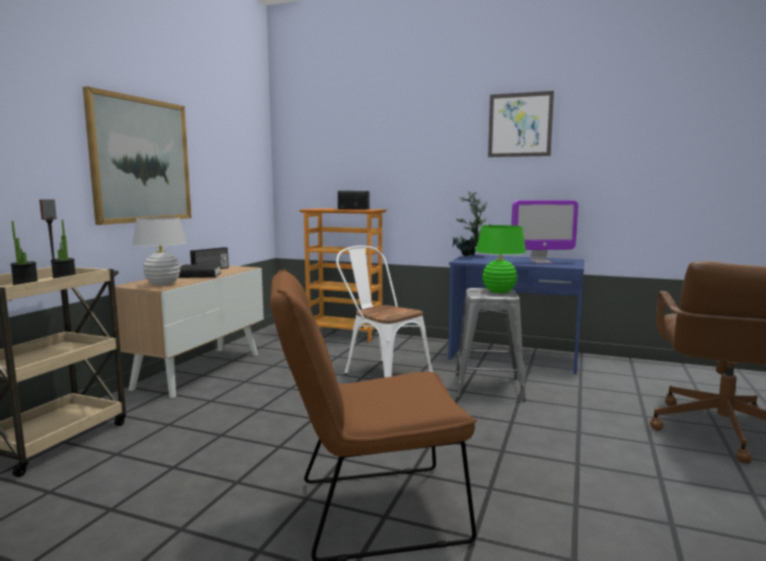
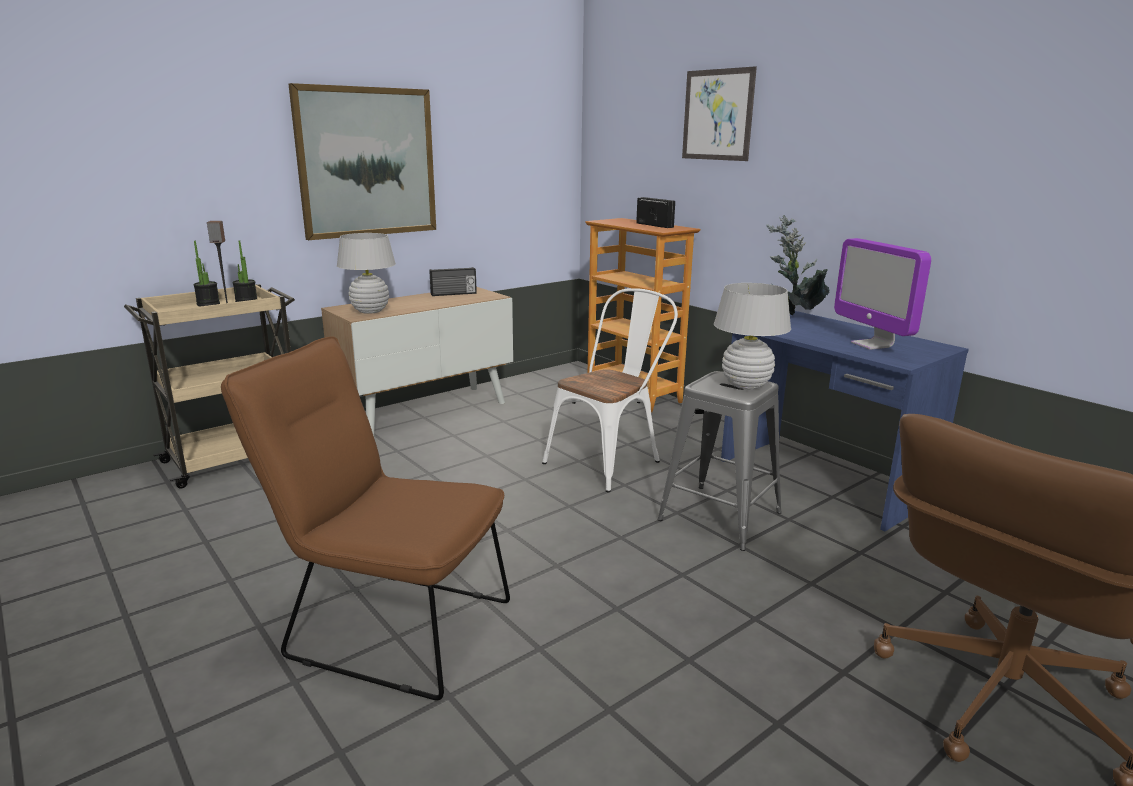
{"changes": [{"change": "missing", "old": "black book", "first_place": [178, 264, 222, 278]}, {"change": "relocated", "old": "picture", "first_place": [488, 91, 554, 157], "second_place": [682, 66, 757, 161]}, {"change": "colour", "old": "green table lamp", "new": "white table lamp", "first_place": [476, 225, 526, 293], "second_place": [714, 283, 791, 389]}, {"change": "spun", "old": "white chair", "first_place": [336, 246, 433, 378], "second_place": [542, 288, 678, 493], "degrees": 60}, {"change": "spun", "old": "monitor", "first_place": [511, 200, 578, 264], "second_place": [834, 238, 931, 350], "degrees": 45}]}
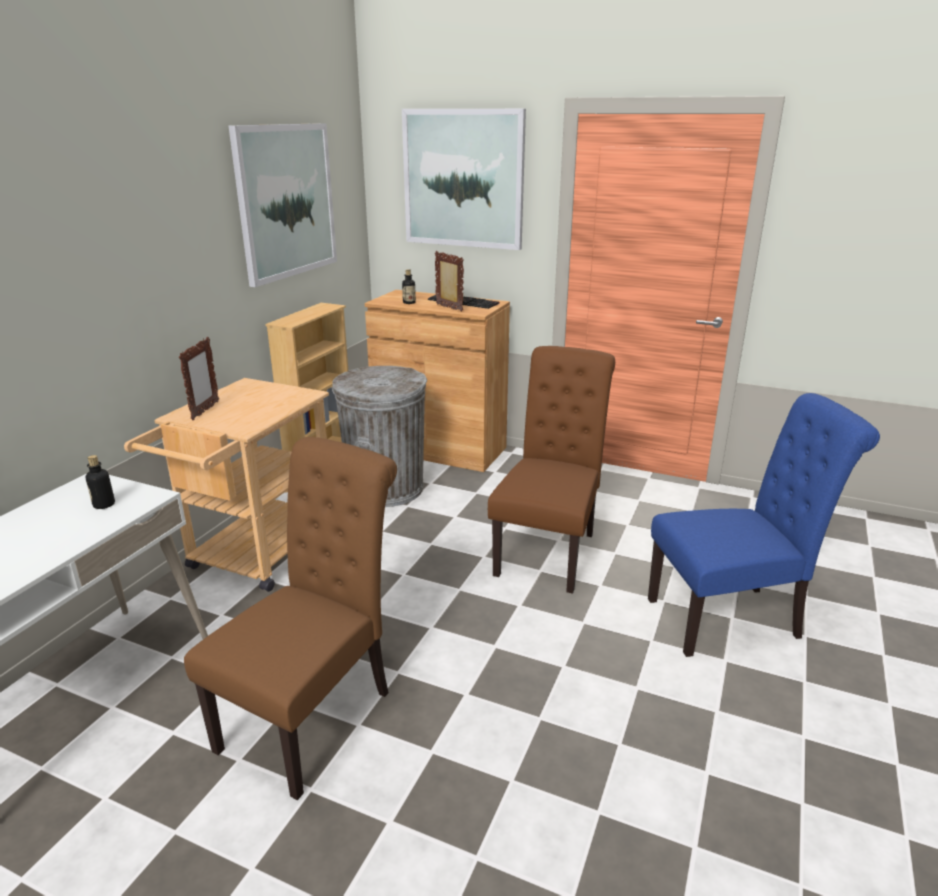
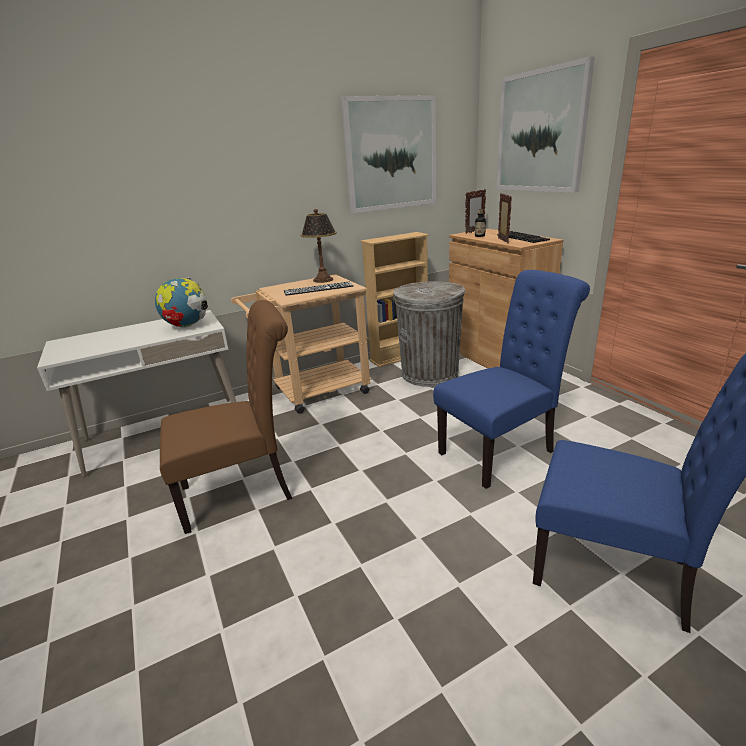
{"changes": [{"change": "appeared", "new": "keyboard", "second_place": [284, 282, 354, 296]}, {"change": "appeared", "new": "table lamp", "second_place": [301, 209, 336, 283]}, {"change": "relocated", "old": "picture frame", "first_place": [179, 337, 219, 420], "second_place": [465, 189, 486, 234]}, {"change": "exchanged", "old": "bottle", "new": "globe", "first_place": [85, 455, 115, 509], "second_place": [155, 277, 208, 328]}, {"change": "colour", "old": "brown chair", "new": "blue chair", "first_place": [488, 346, 615, 594], "second_place": [433, 270, 590, 489]}]}
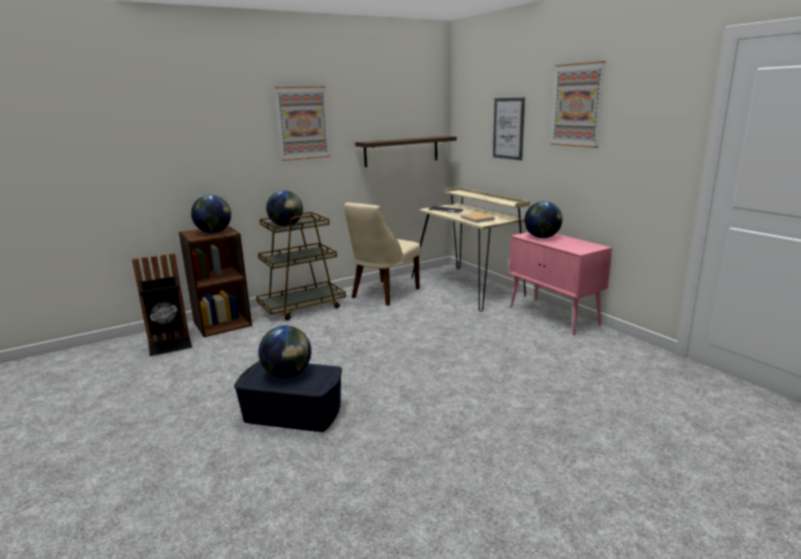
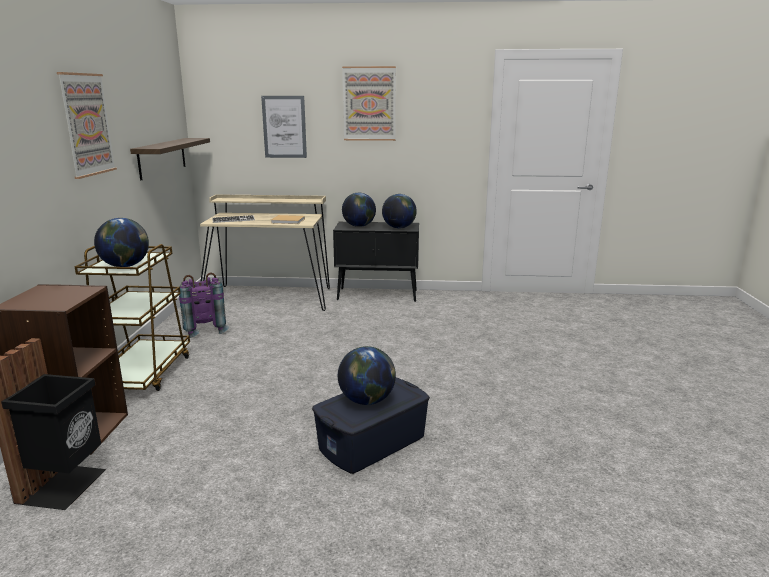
{"changes": [{"change": "relocated", "old": "globe", "first_place": [191, 195, 231, 233], "second_place": [382, 194, 417, 228]}, {"change": "exchanged", "old": "beige chair", "new": "purple backpack", "first_place": [344, 203, 420, 306], "second_place": [179, 273, 229, 338]}, {"change": "colour", "old": "pink cabinet", "new": "black cabinet", "first_place": [509, 232, 612, 335], "second_place": [333, 222, 419, 302]}]}
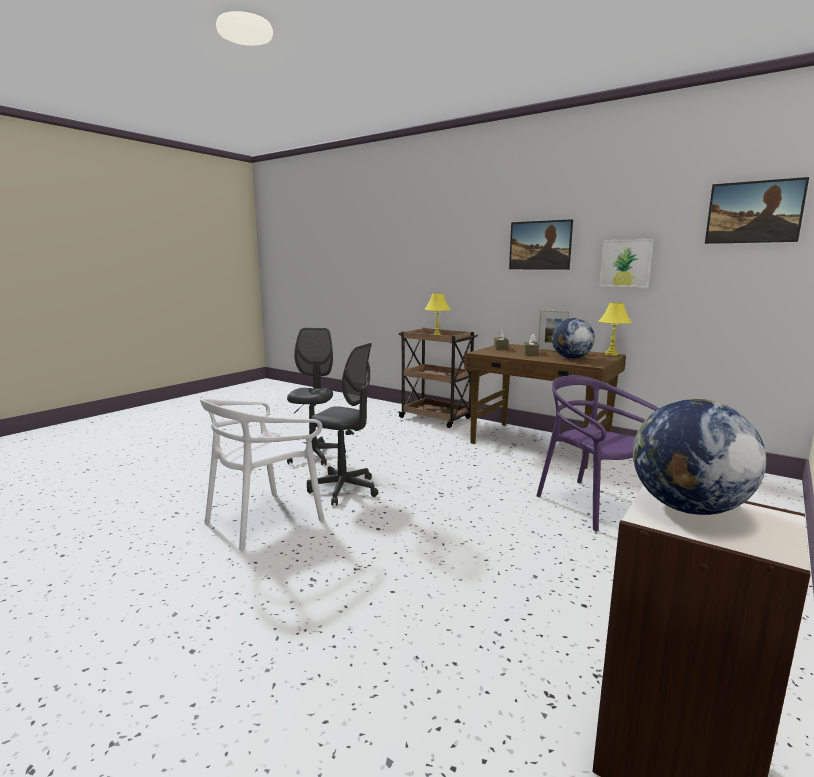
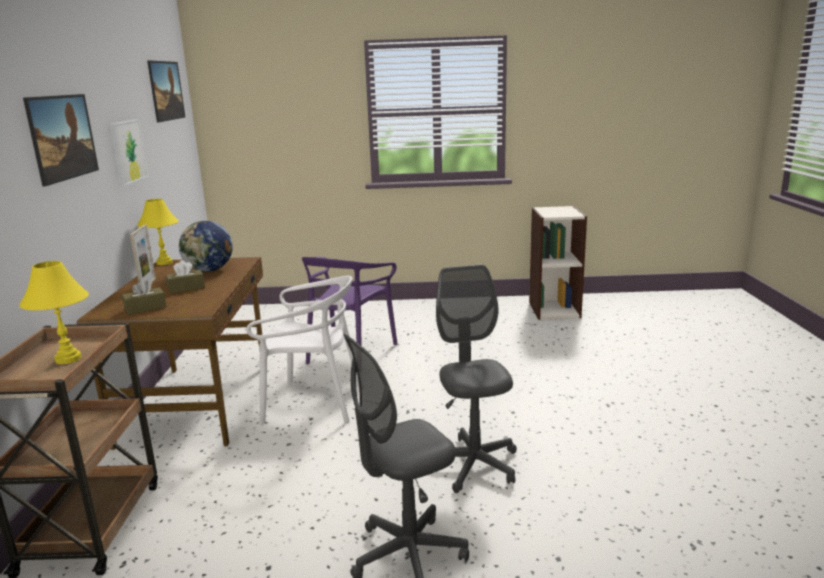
{"changes": [{"change": "missing", "old": "globe", "first_place": [633, 399, 766, 515]}, {"change": "relocated", "old": "white chair", "first_place": [200, 398, 324, 550], "second_place": [246, 276, 359, 424]}]}
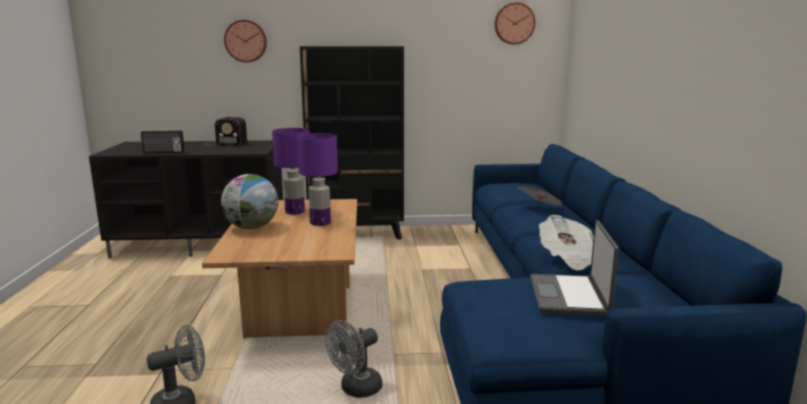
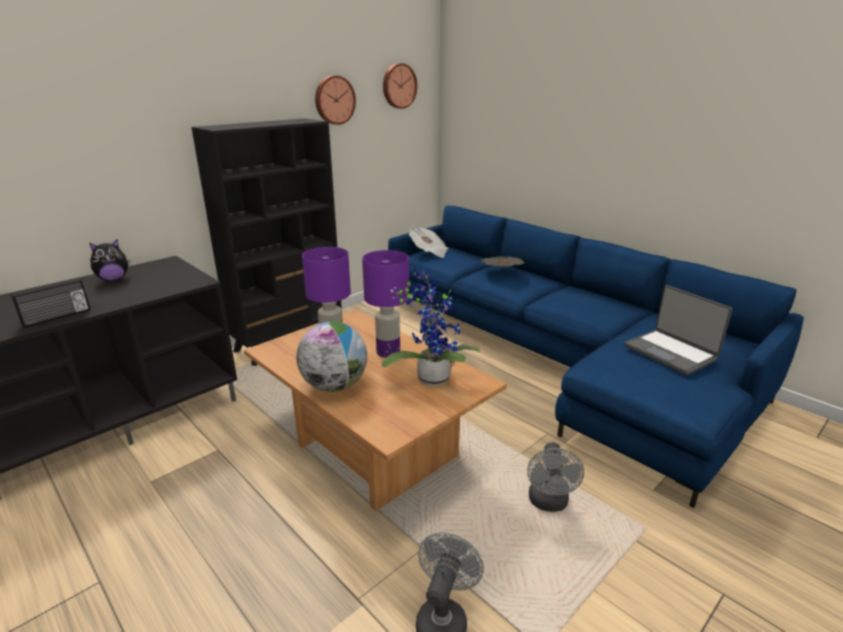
{"changes": [{"change": "appeared", "new": "potted plant", "second_place": [381, 267, 480, 386]}, {"change": "relocated", "old": "wall clock", "first_place": [224, 20, 267, 62], "second_place": [315, 75, 356, 125]}, {"change": "relocated", "old": "newspaper", "first_place": [539, 215, 594, 271], "second_place": [409, 226, 448, 258]}, {"change": "exchanged", "old": "radio", "new": "plush toy", "first_place": [204, 117, 247, 146], "second_place": [90, 239, 130, 281]}]}
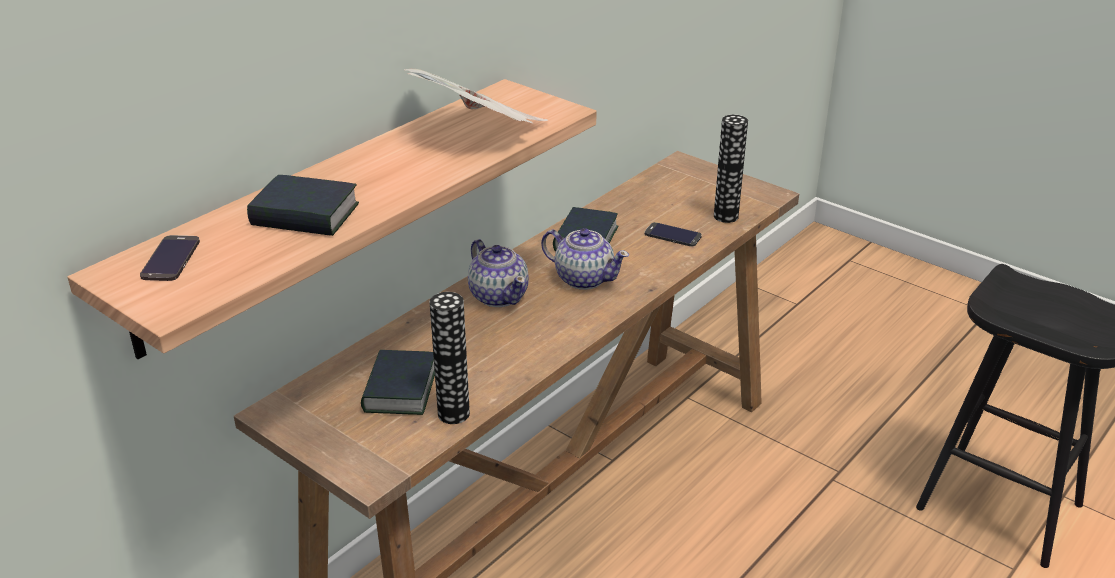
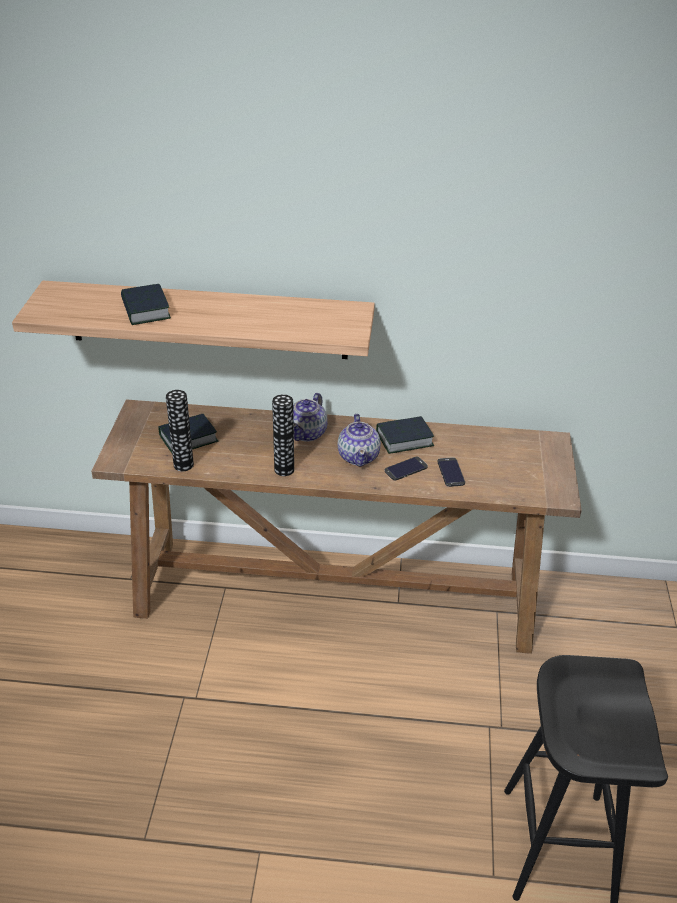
{"changes": [{"change": "missing", "old": "newspaper", "first_place": [404, 69, 548, 124]}, {"change": "relocated", "old": "phone", "first_place": [140, 235, 200, 281], "second_place": [384, 457, 428, 481]}, {"change": "relocated", "old": "vase", "first_place": [714, 115, 748, 223], "second_place": [272, 394, 294, 476]}]}
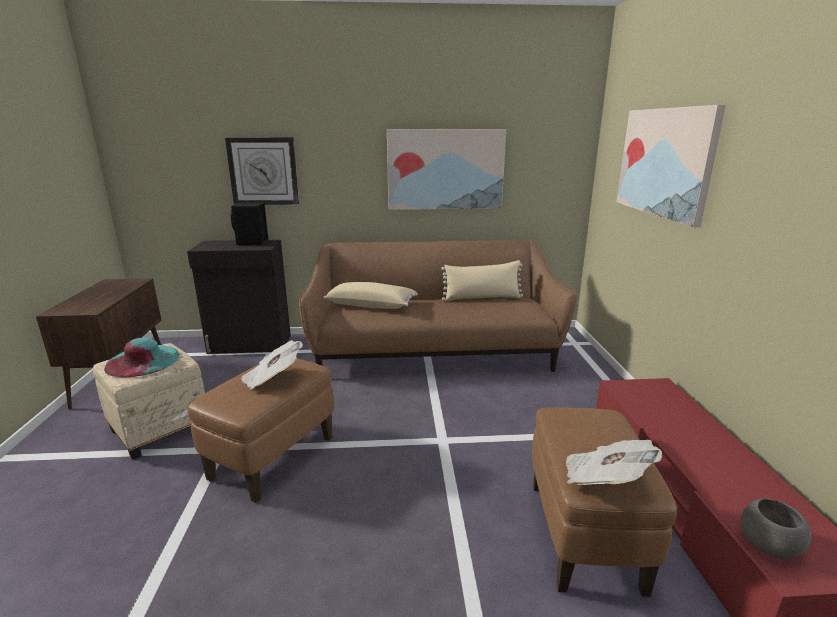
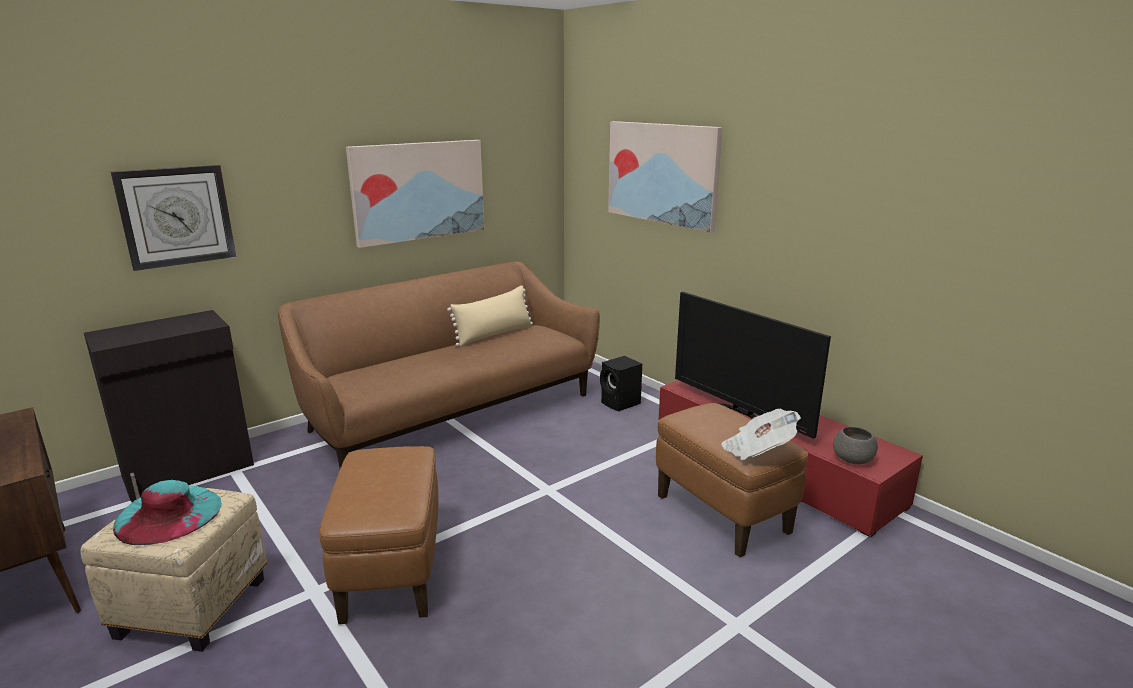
{"changes": [{"change": "missing", "old": "newspaper", "first_place": [241, 340, 303, 389]}, {"change": "missing", "old": "beige pillow", "first_place": [323, 282, 418, 309]}, {"change": "appeared", "new": "television", "second_place": [675, 292, 831, 439]}, {"change": "relocated", "old": "black speaker", "first_place": [231, 203, 269, 245], "second_place": [600, 356, 642, 412]}]}
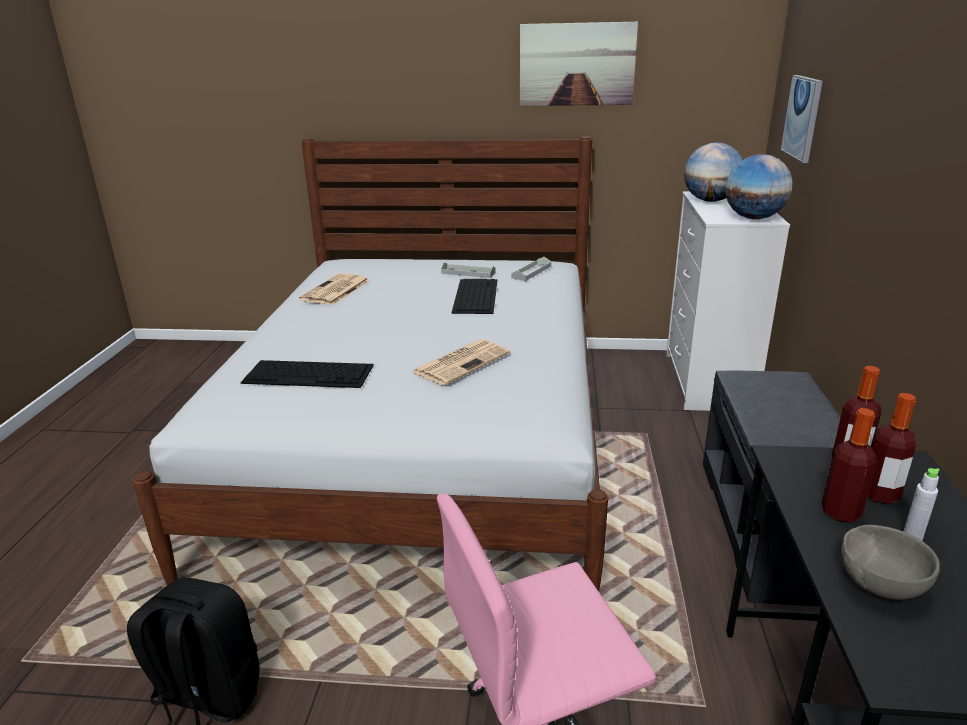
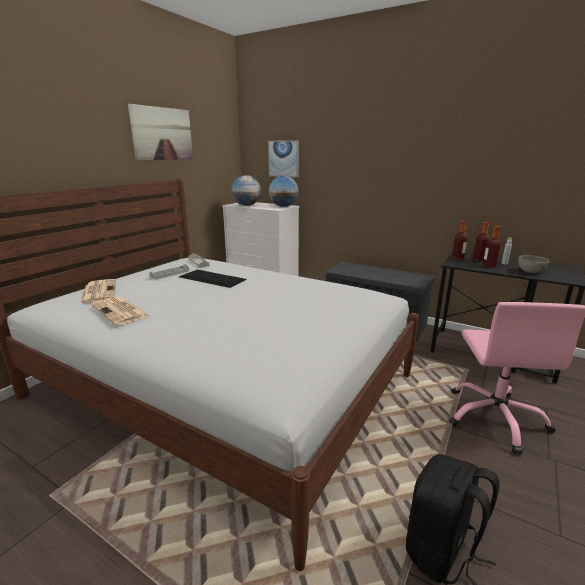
{"changes": [{"change": "missing", "old": "keyboard", "first_place": [240, 360, 374, 388]}, {"change": "relocated", "old": "newspaper", "first_place": [412, 339, 510, 385], "second_place": [80, 279, 116, 304]}]}
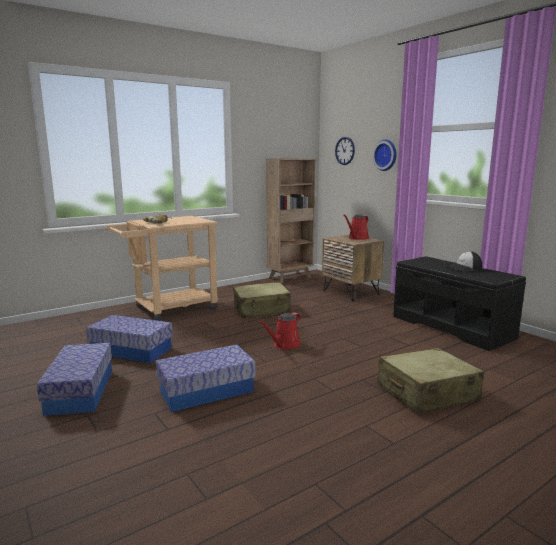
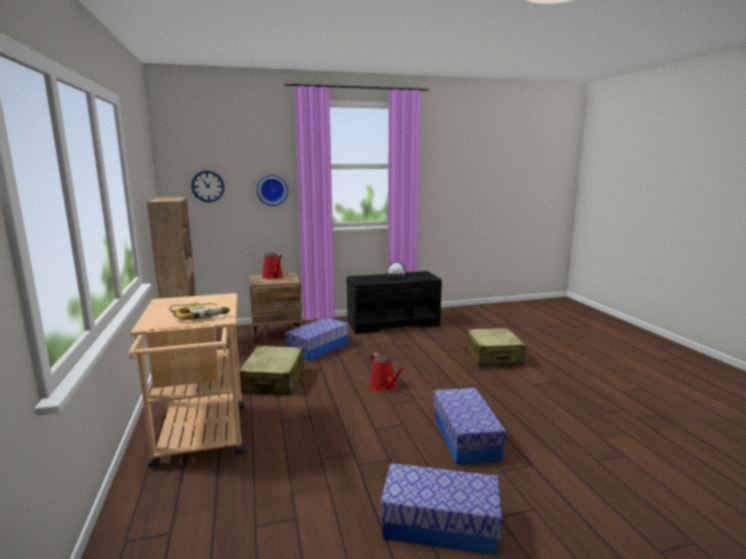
{"changes": [{"change": "relocated", "old": "storage box", "first_place": [86, 315, 172, 363], "second_place": [285, 317, 349, 361]}]}
